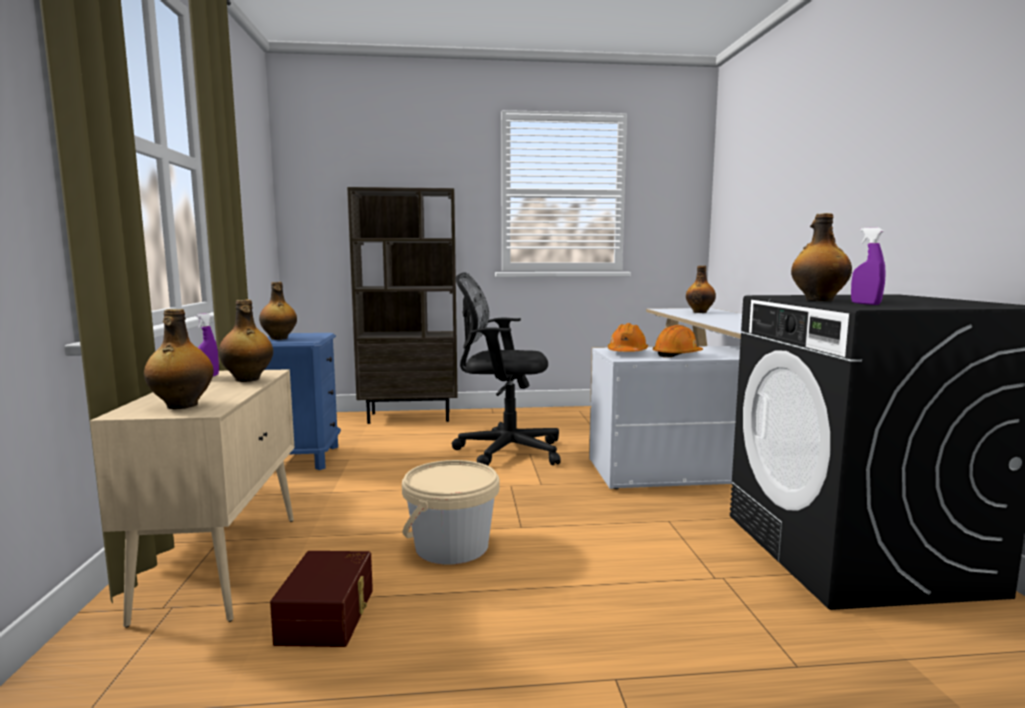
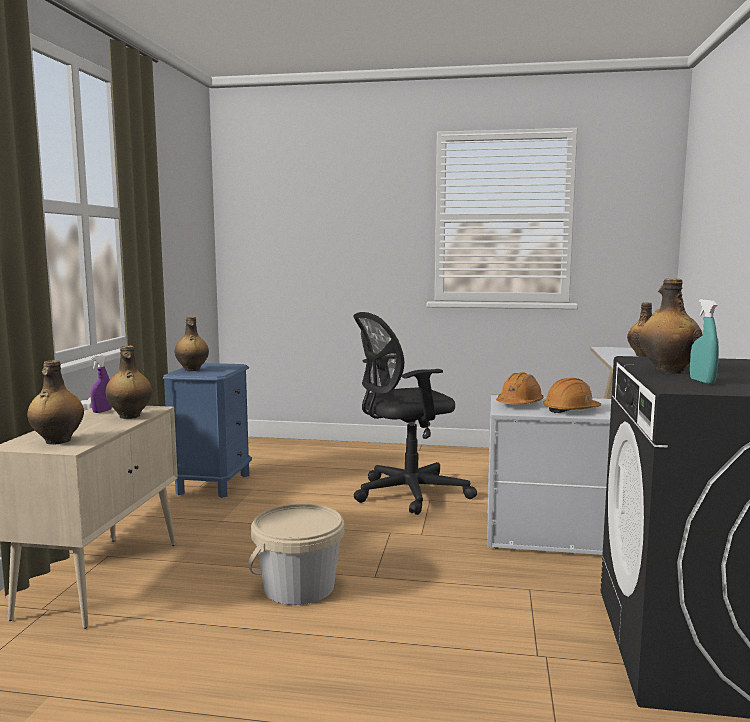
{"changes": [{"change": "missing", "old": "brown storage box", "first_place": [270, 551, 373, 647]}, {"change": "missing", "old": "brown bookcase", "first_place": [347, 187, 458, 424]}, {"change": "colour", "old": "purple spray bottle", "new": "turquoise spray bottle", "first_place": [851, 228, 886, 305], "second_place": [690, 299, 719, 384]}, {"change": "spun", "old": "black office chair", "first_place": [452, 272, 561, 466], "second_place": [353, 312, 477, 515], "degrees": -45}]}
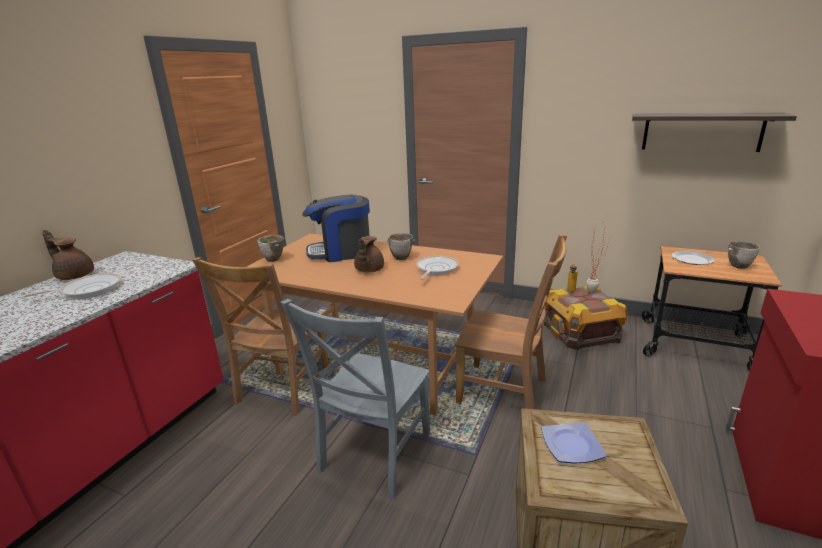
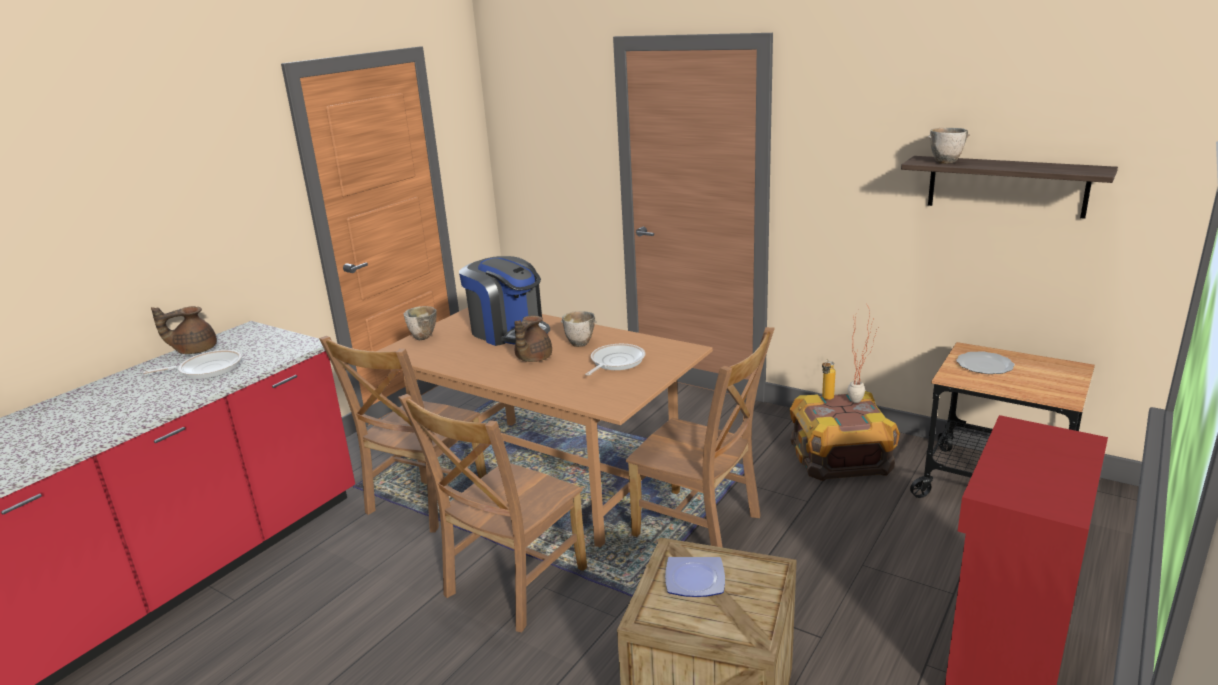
{"changes": [{"change": "relocated", "old": "bowl", "first_place": [728, 241, 760, 269], "second_place": [928, 128, 970, 164]}, {"change": "colour", "old": "grey chair", "new": "brown chair", "first_place": [281, 299, 430, 498], "second_place": [398, 394, 587, 632]}, {"change": "spun", "old": "brown teapot", "first_place": [42, 230, 94, 280], "second_place": [151, 306, 217, 354], "degrees": -60}, {"change": "spun", "old": "coffee machine", "first_place": [302, 195, 370, 262], "second_place": [459, 256, 550, 346], "degrees": -135}]}
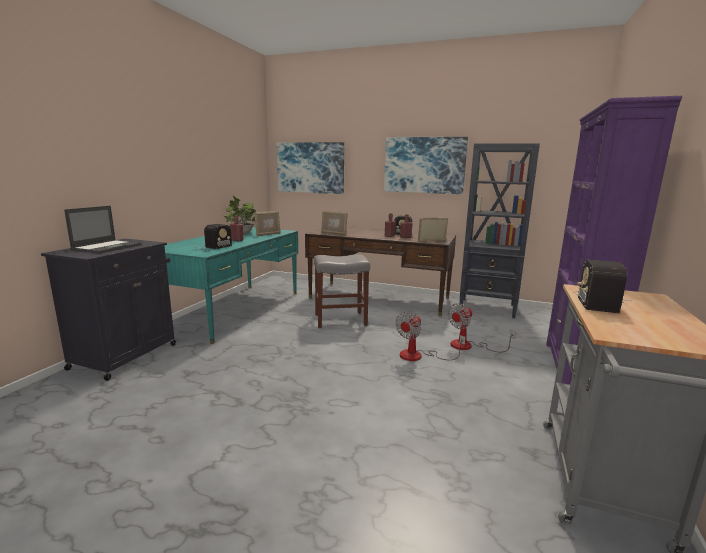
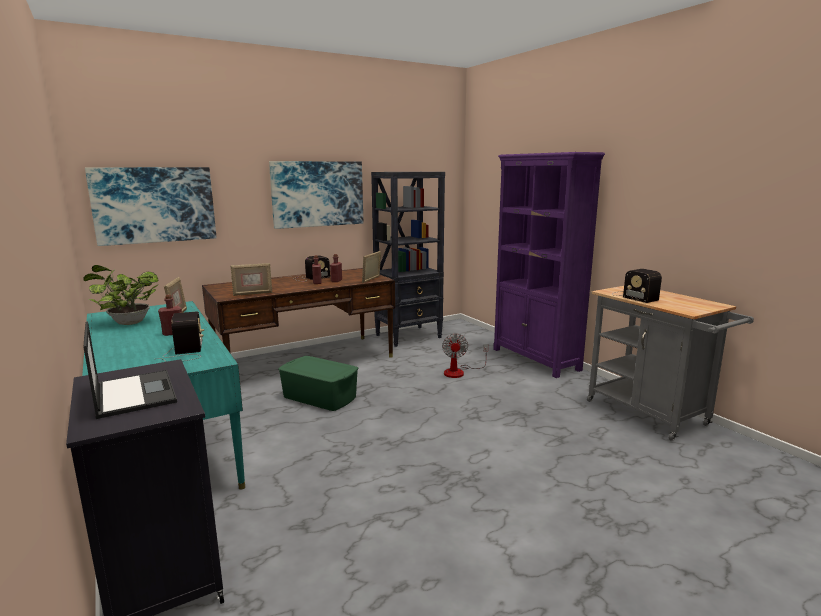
{"changes": [{"change": "missing", "old": "fan", "first_place": [396, 312, 466, 361]}, {"change": "exchanged", "old": "grey stool", "new": "green storage box", "first_place": [314, 254, 370, 328], "second_place": [278, 356, 358, 411]}]}
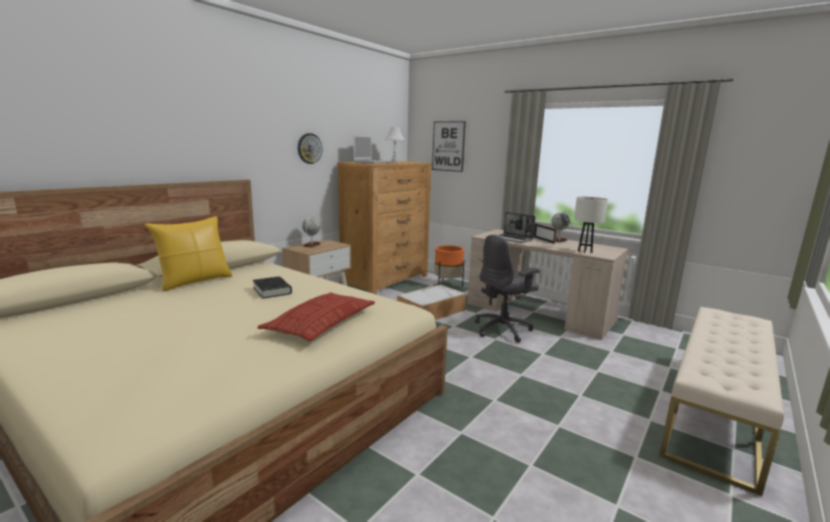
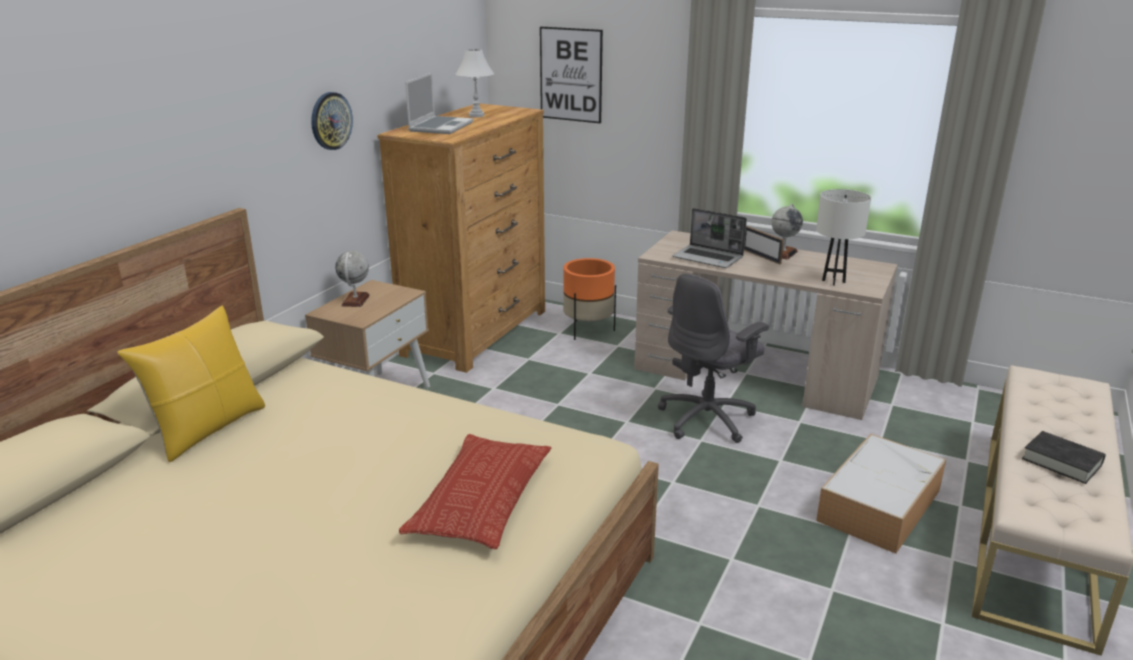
{"changes": [{"change": "relocated", "old": "black book", "first_place": [253, 276, 292, 299], "second_place": [1022, 431, 1106, 484]}, {"change": "relocated", "old": "storage box", "first_place": [397, 284, 466, 320], "second_place": [816, 434, 946, 554]}]}
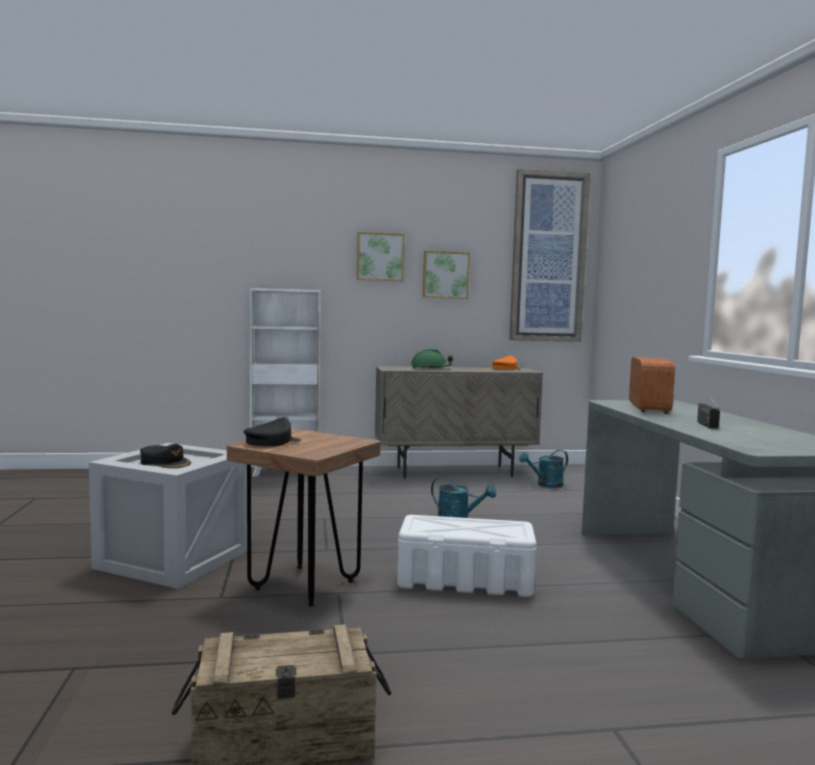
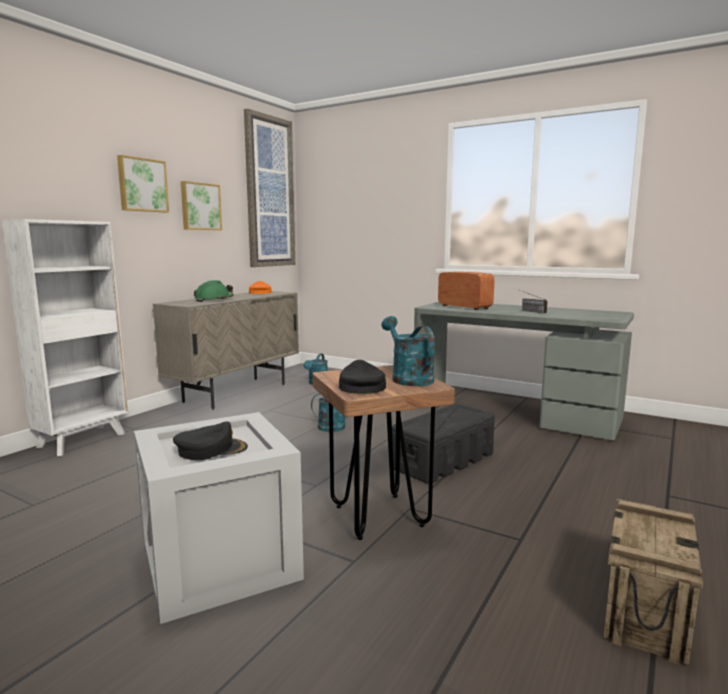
{"changes": [{"change": "appeared", "new": "turquoise watering can", "second_place": [382, 316, 435, 386]}, {"change": "colour", "old": "white storage box", "new": "black storage box", "first_place": [397, 515, 537, 597], "second_place": [392, 404, 495, 484]}]}
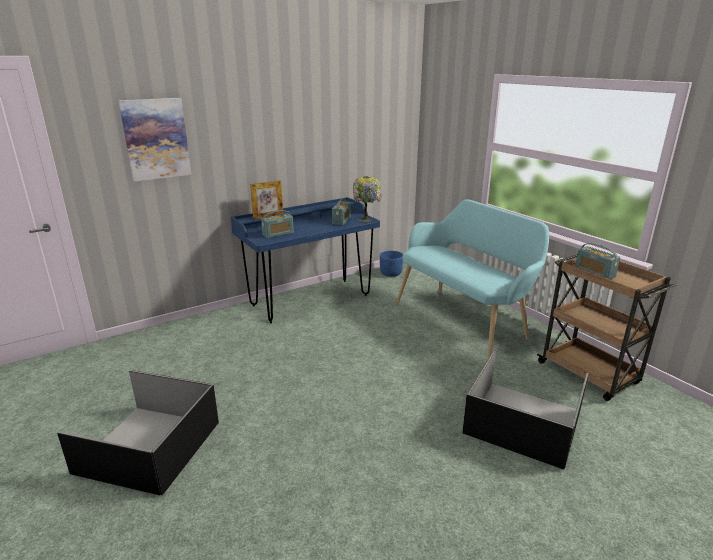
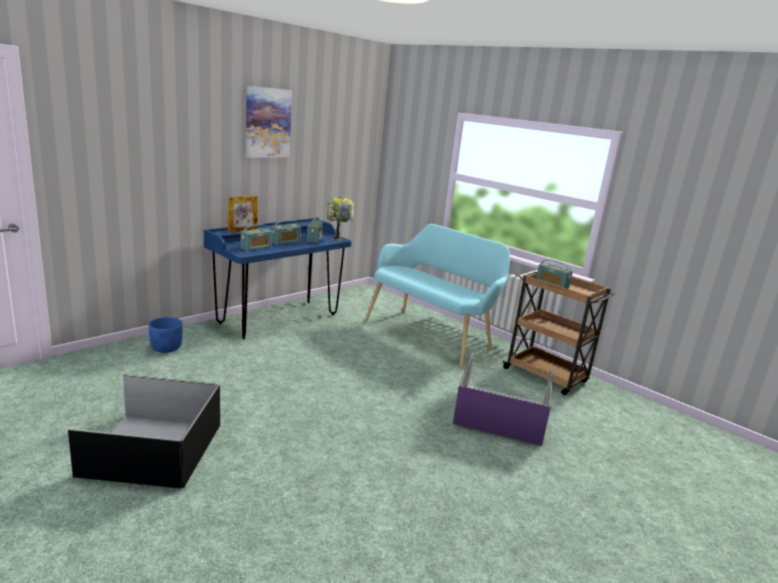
{"changes": [{"change": "appeared", "new": "radio", "second_place": [271, 220, 301, 245]}, {"change": "relocated", "old": "picture", "first_place": [118, 98, 192, 182], "second_place": [246, 86, 292, 158]}, {"change": "relocated", "old": "blue planter", "first_place": [380, 251, 403, 277], "second_place": [148, 317, 183, 353]}, {"change": "colour", "old": "black storage box", "new": "purple storage box", "first_place": [462, 349, 589, 470], "second_place": [453, 352, 553, 446]}]}
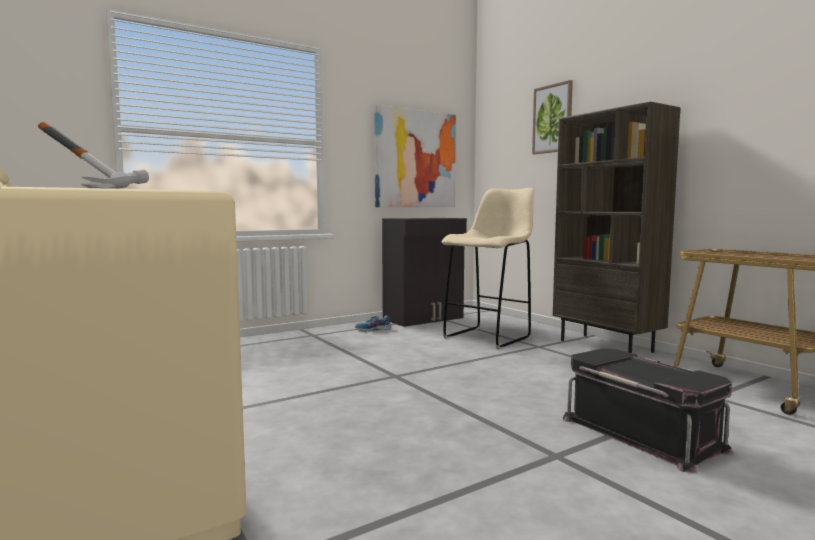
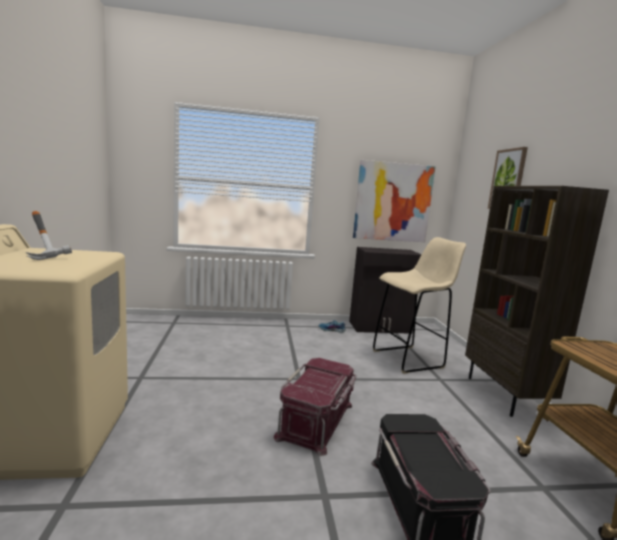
{"changes": [{"change": "appeared", "new": "red storage box", "second_place": [273, 358, 357, 456]}]}
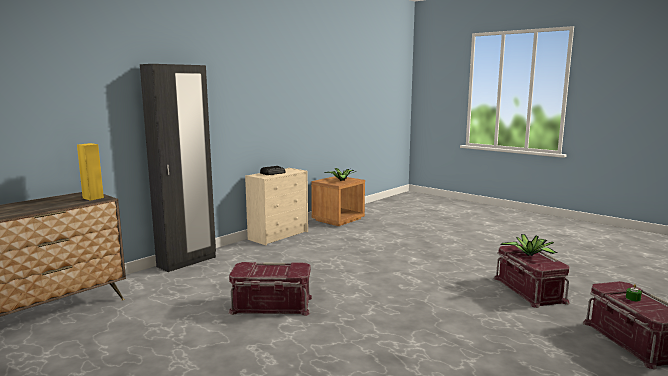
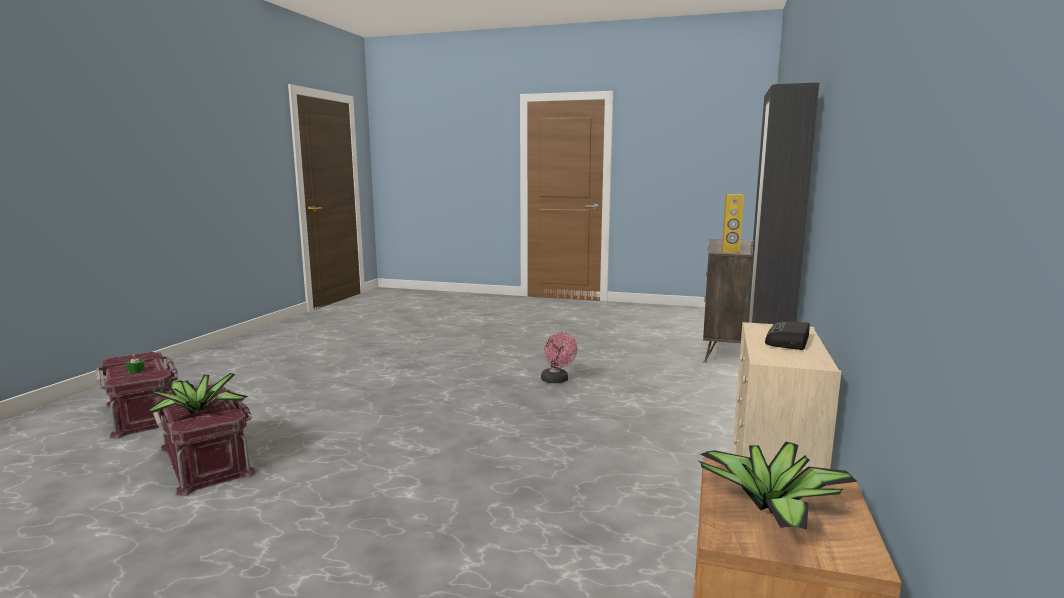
{"changes": [{"change": "exchanged", "old": "red storage box", "new": "pink fan", "first_place": [228, 262, 313, 316], "second_place": [541, 332, 577, 383]}]}
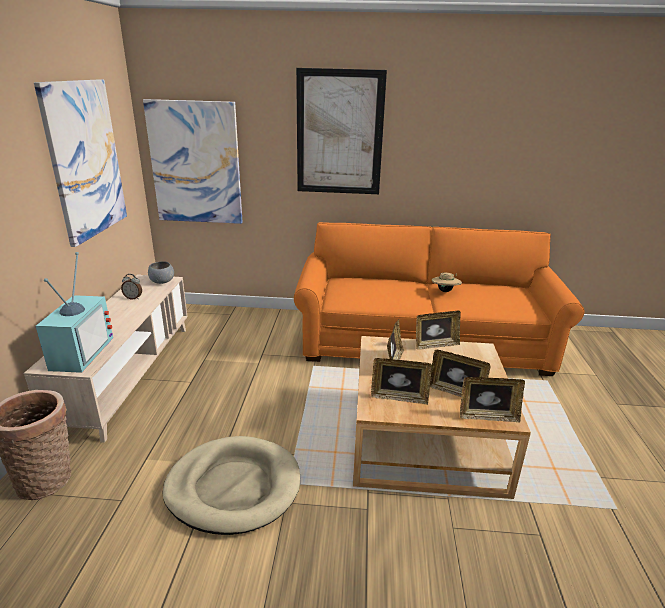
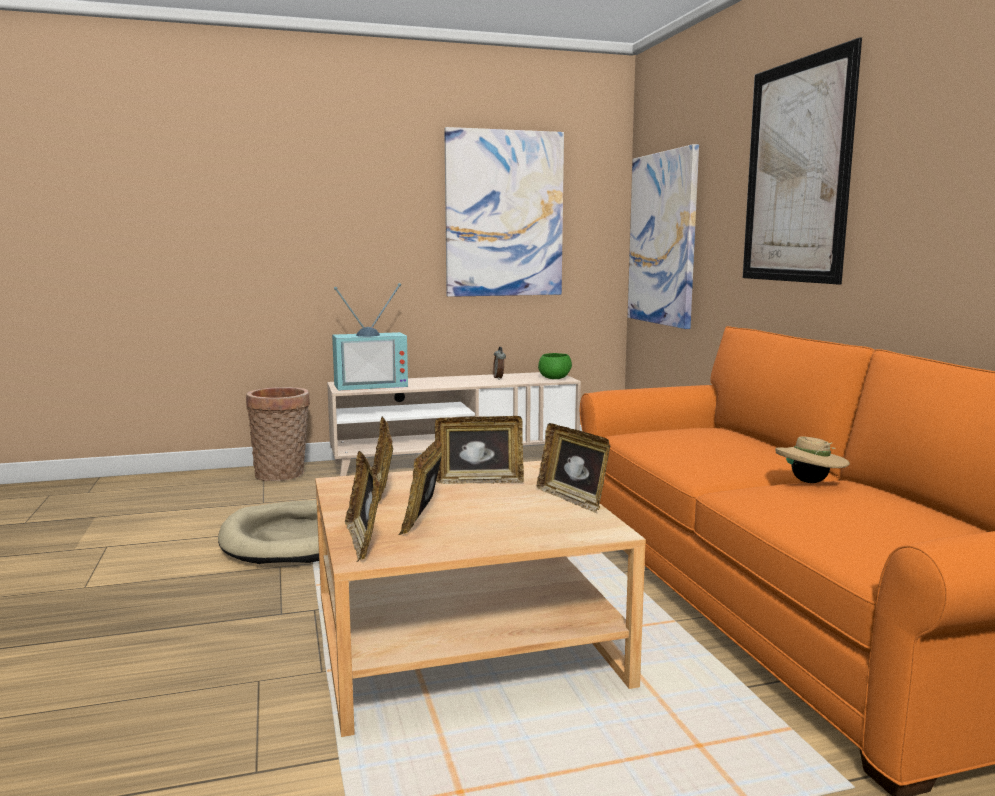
{"changes": [{"change": "colour", "old": "grey bowl", "new": "green bowl", "first_place": [148, 261, 174, 284], "second_place": [538, 353, 572, 379]}]}
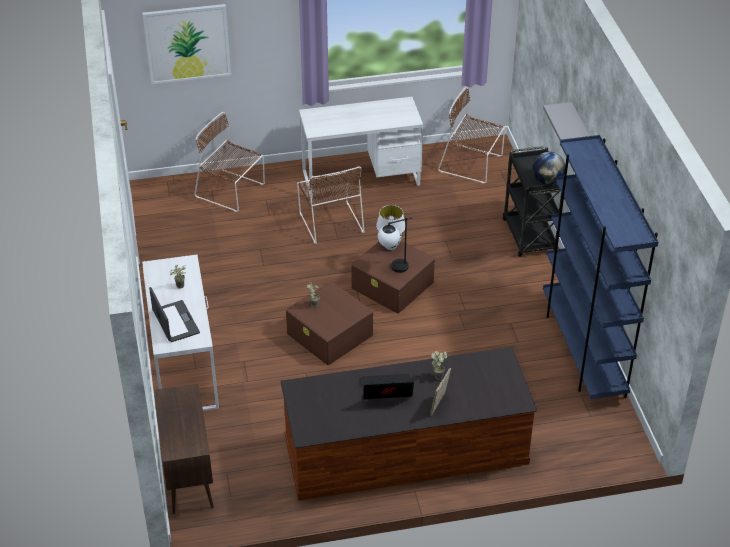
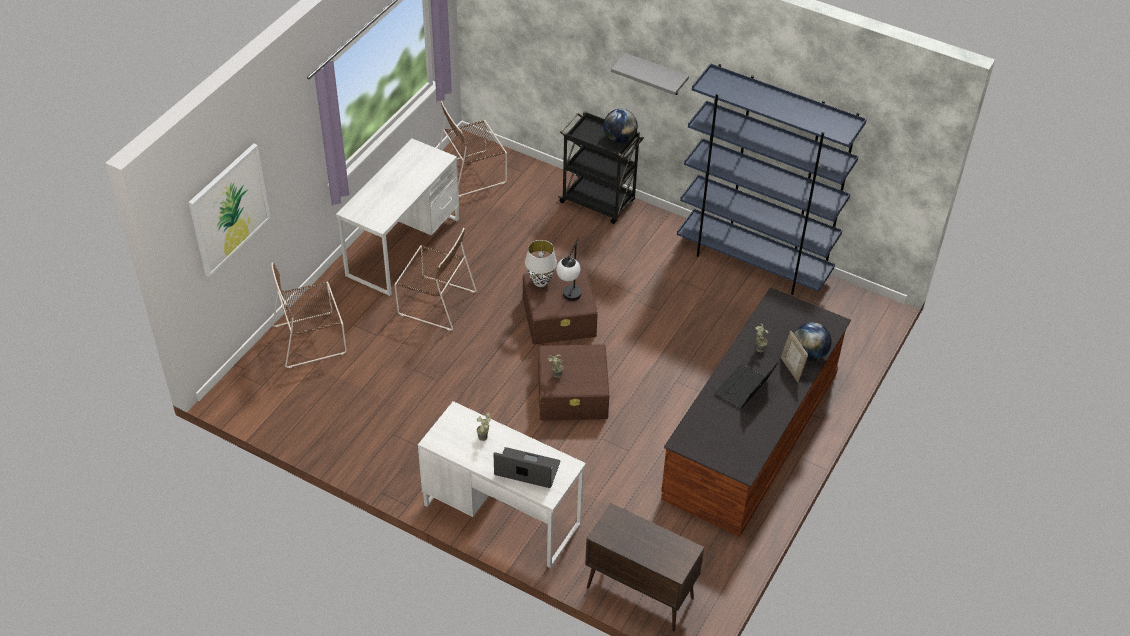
{"changes": [{"change": "appeared", "new": "globe", "second_place": [794, 322, 832, 361]}]}
